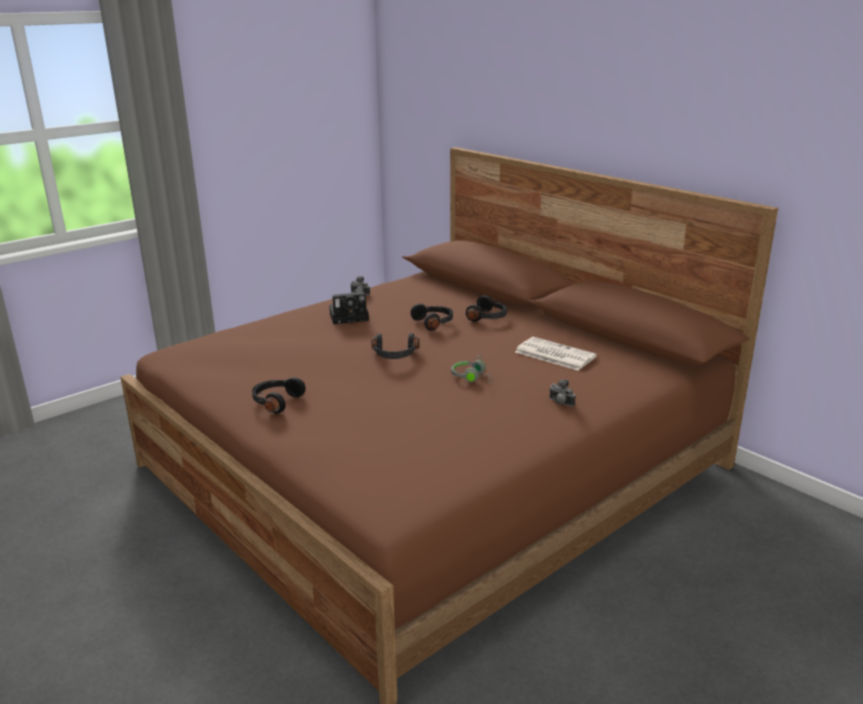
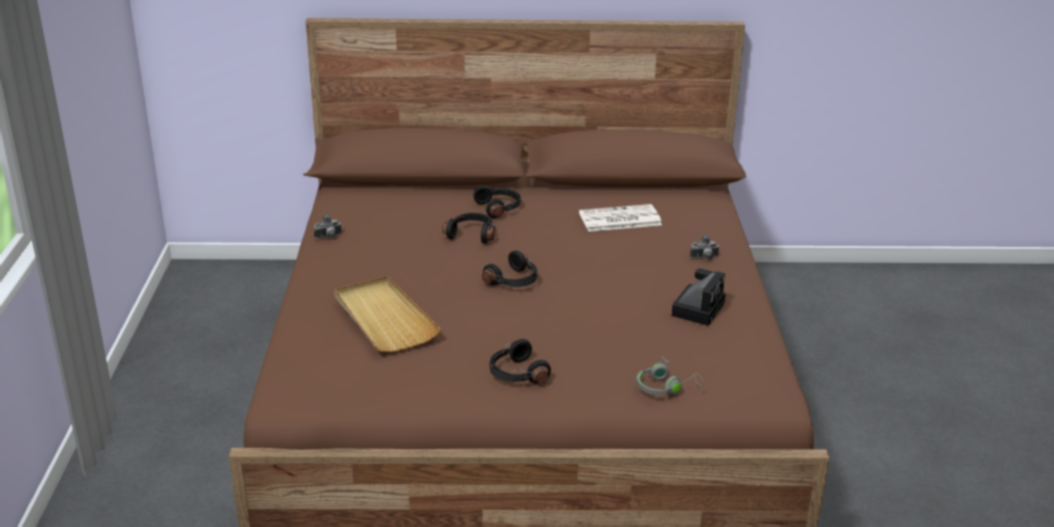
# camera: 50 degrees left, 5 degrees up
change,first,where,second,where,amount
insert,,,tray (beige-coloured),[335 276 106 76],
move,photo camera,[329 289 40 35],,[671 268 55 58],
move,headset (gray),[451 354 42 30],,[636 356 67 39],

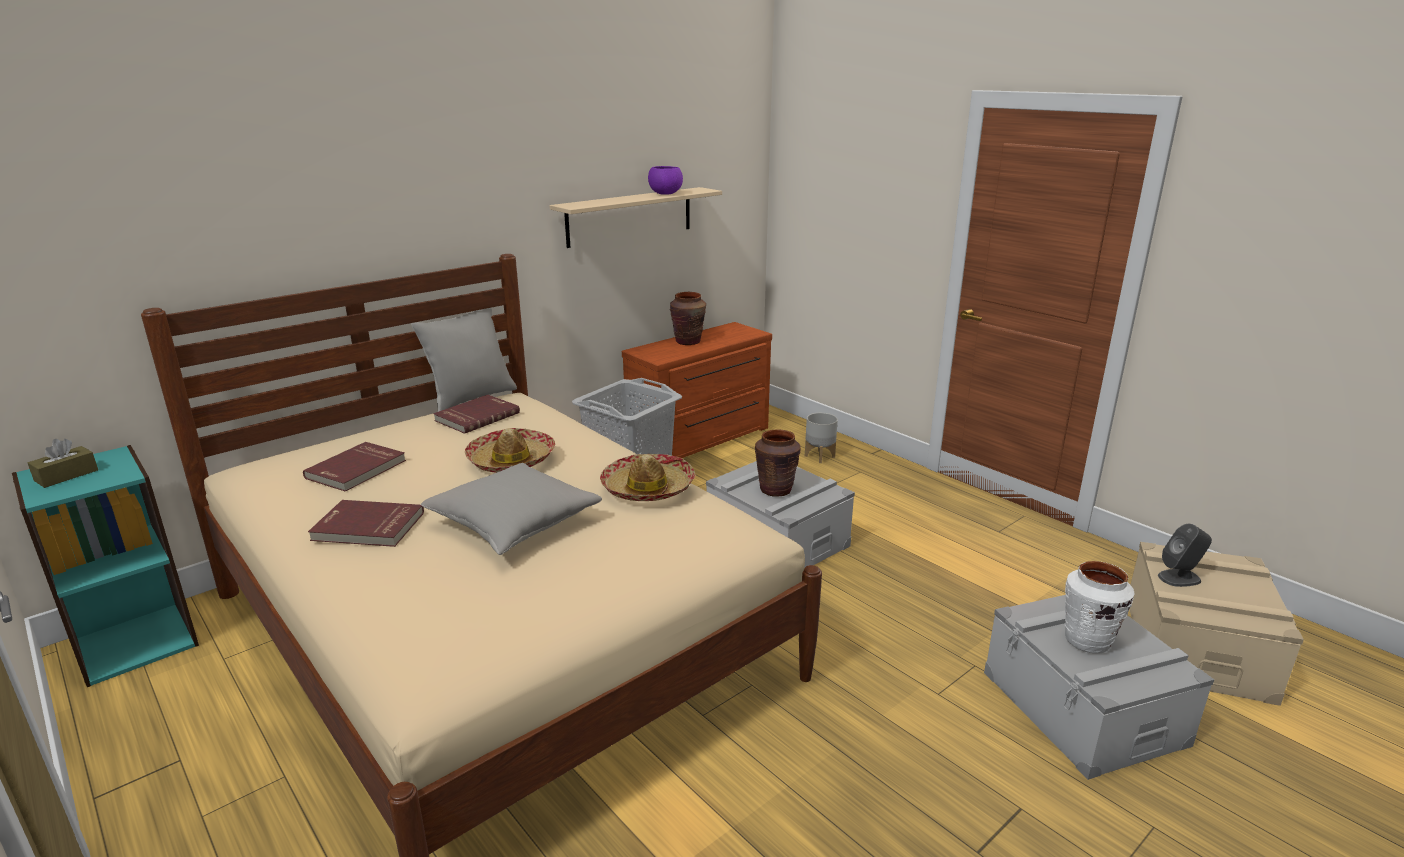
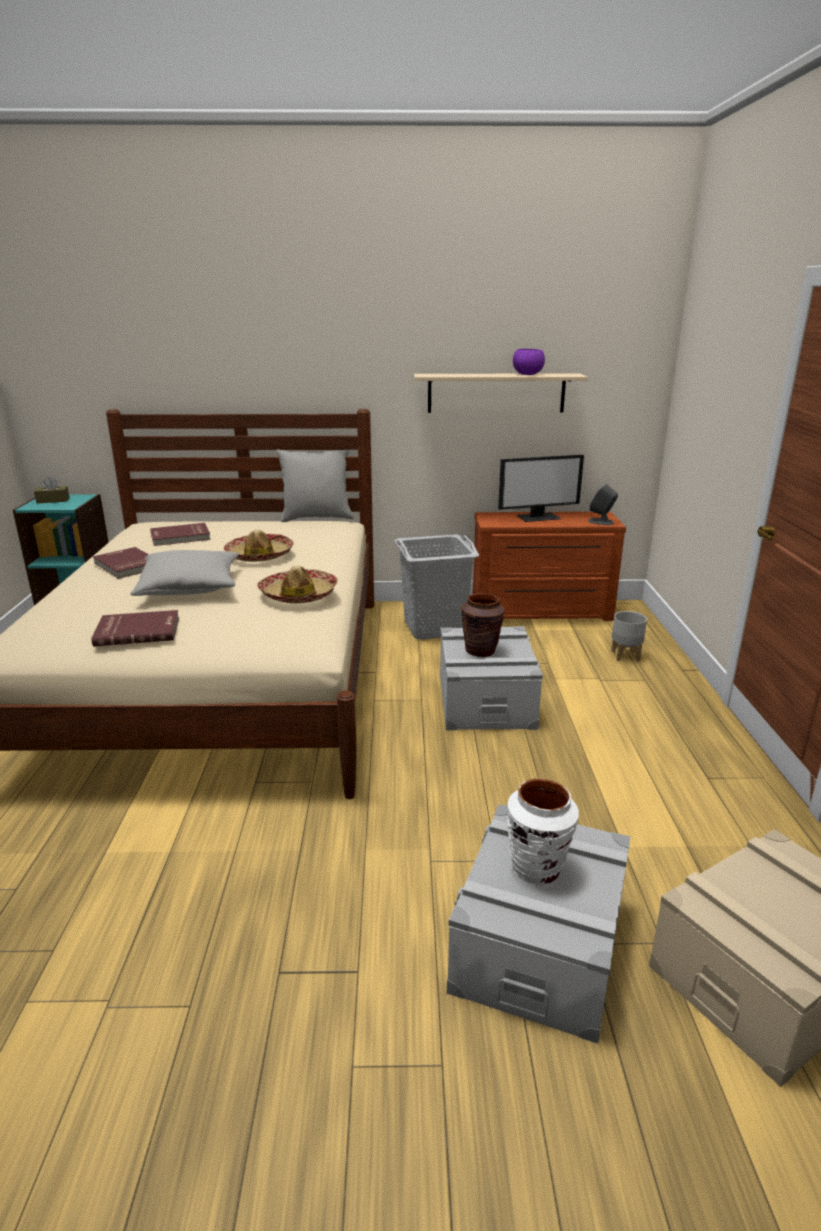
# camera: 40 degrees right, 0 degrees up
change,first,where,second,where,amount
move,volume (red),[433 395 87 39],,[91 610 88 37],
move,audio speaker (gray),[1158 524 54 63],,[588 484 30 41],
replace,decorative vase (brown-coloured),[670 292 36 53],computer screen,[498 455 86 67],

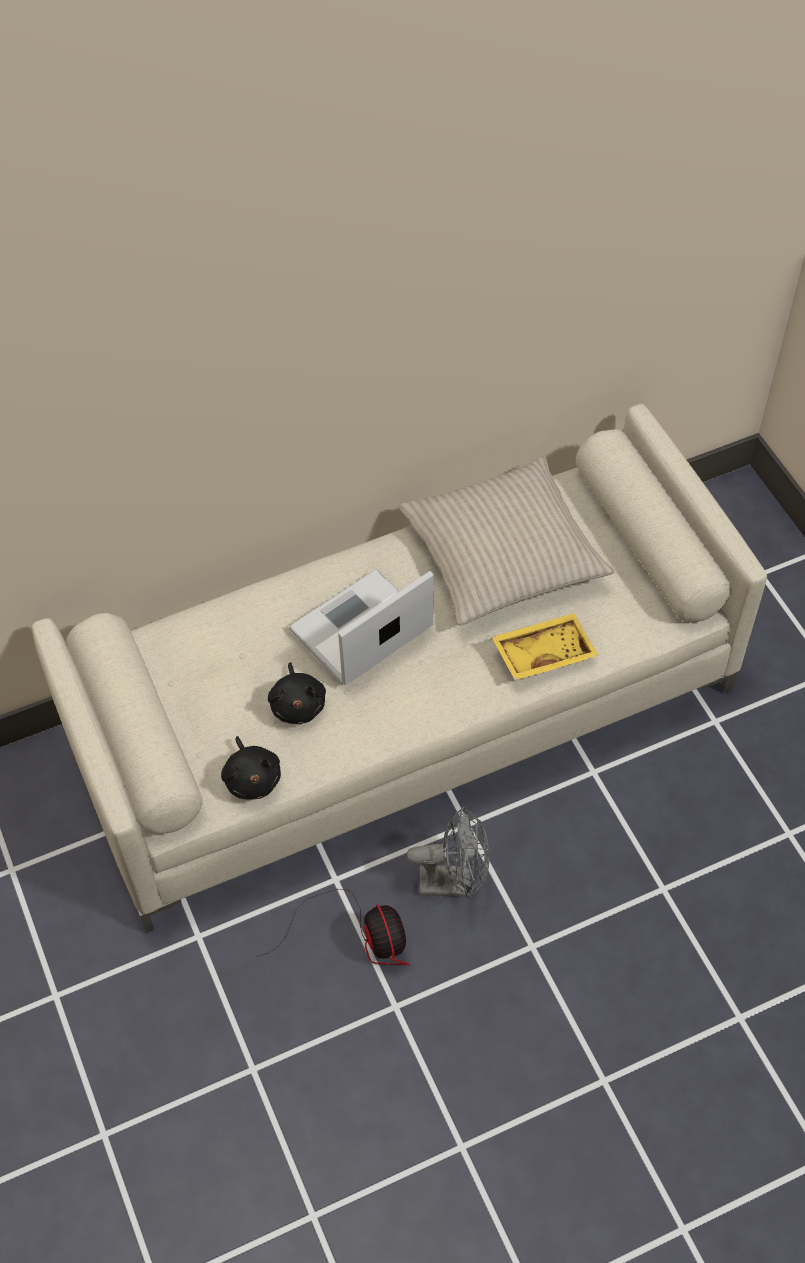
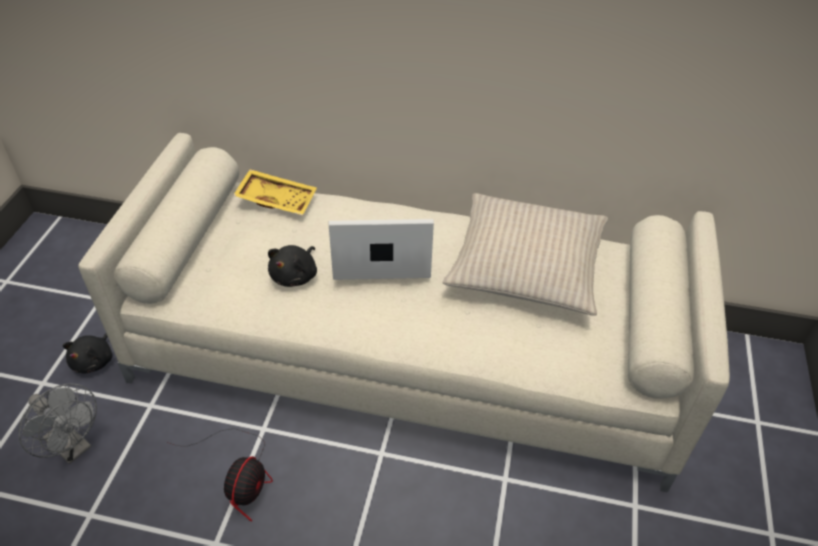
# camera: 35 degrees right, 10 degrees down
change,first,where,second,where,amount
move,plush toy (black),[221 736 60 64],,[63 333 49 41],
move,electric fan (gray),[407 807 83 92],,[19 383 78 81],
move,tray (yellowish),[492 613 106 67],,[233 169 84 47],

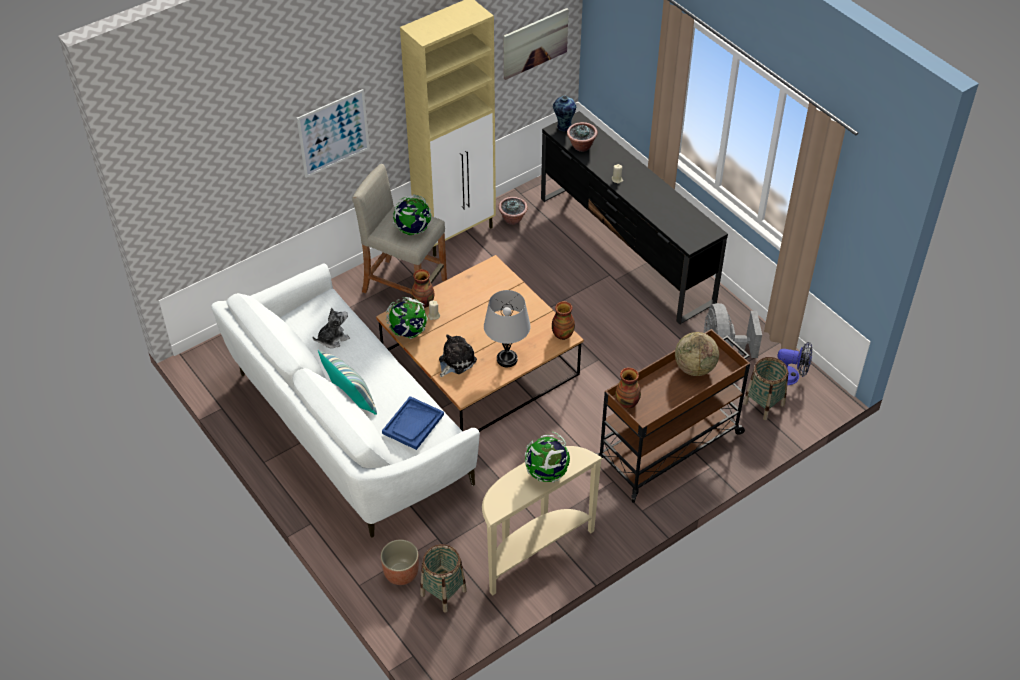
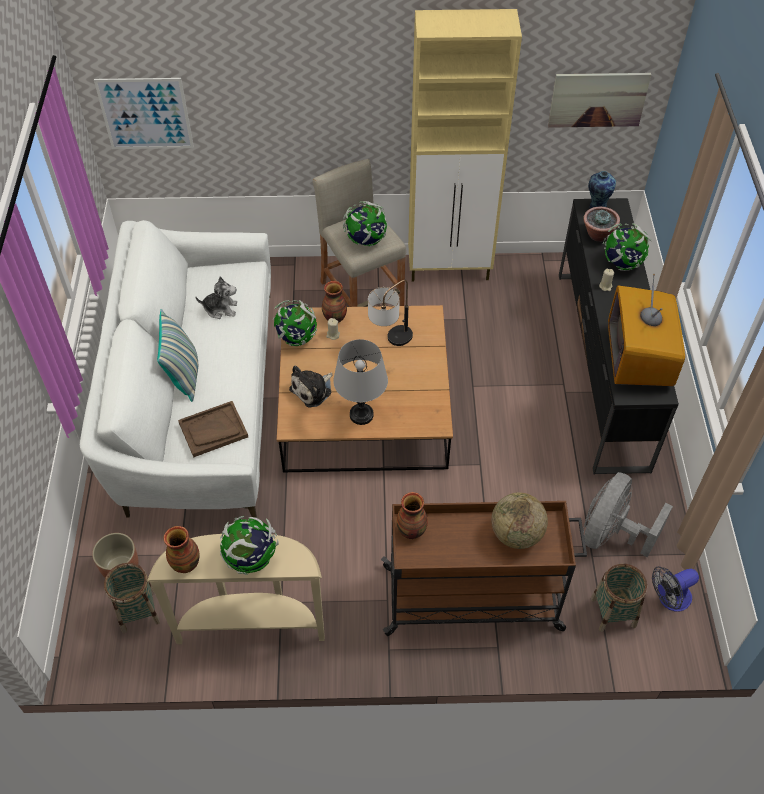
# camera: 35 degrees right, 5 degrees up
change,first,where,second,where,amount
delete,plant in a pot,[498 197 30 28],,,
insert,,,tabletop lamp,[368 280 45 66],
insert,,,world globe,[603 223 48 48],
insert,,,TV,[608 274 77 112],
move,wall art,[297 89 72 89],,[94 78 100 71],
move,decorative vase,[552 301 23 39],,[164 526 36 47],
recolor,tray (bluish),[382 396 62 54],tray (brown-coloured),[178 401 70 56],
rotate,plush toy,[439 334 38 43],,[289 366 44 41],150 degrees clockwise
rotate,electric fan,[777 342 35 43],,[652 566 47 46],105 degrees clockwise

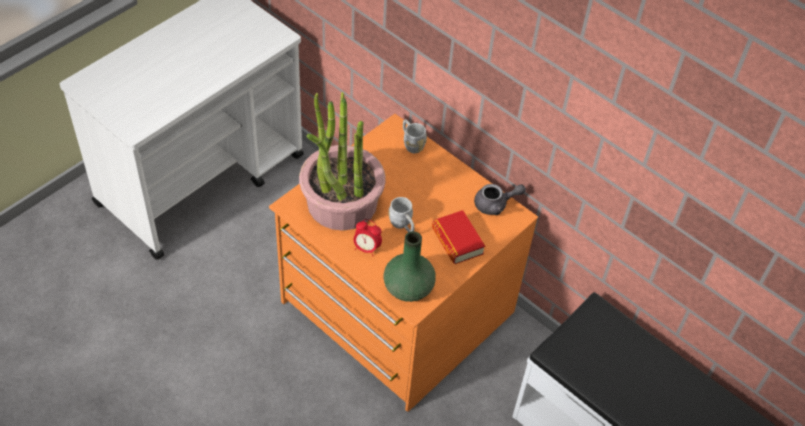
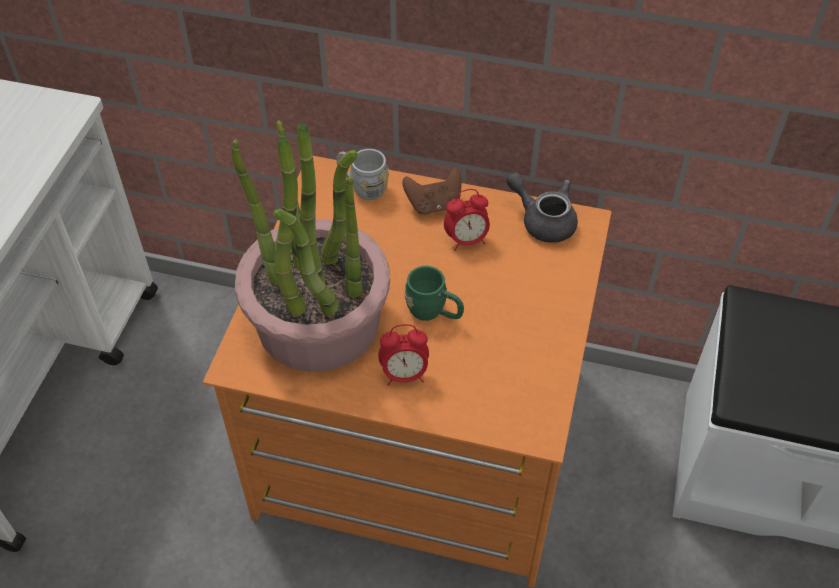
# camera: 25 degrees left, 0 degrees up
change,first,where,second,where,amount
delete,decorative vase (green-coloured),[384 231 52 71],,,
delete,volume,[432 210 53 54],,,
insert,,,game controller (brown-coloured),[402 167 60 48],
insert,,,bedside clock,[444 189 46 62],
recolor,mug (gray),[388 197 26 35],mug (green-coloured),[404 266 60 55],
rotate,pot for tea (gray),[474 184 52 31],,[506 172 72 71],105 degrees counterclockwise

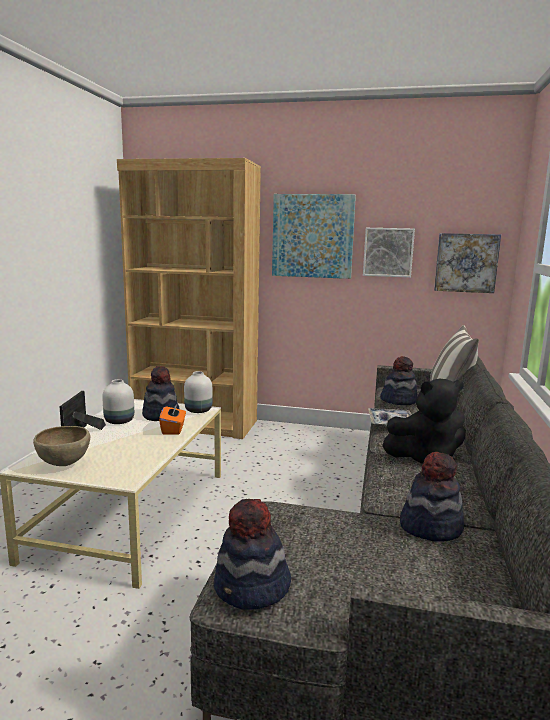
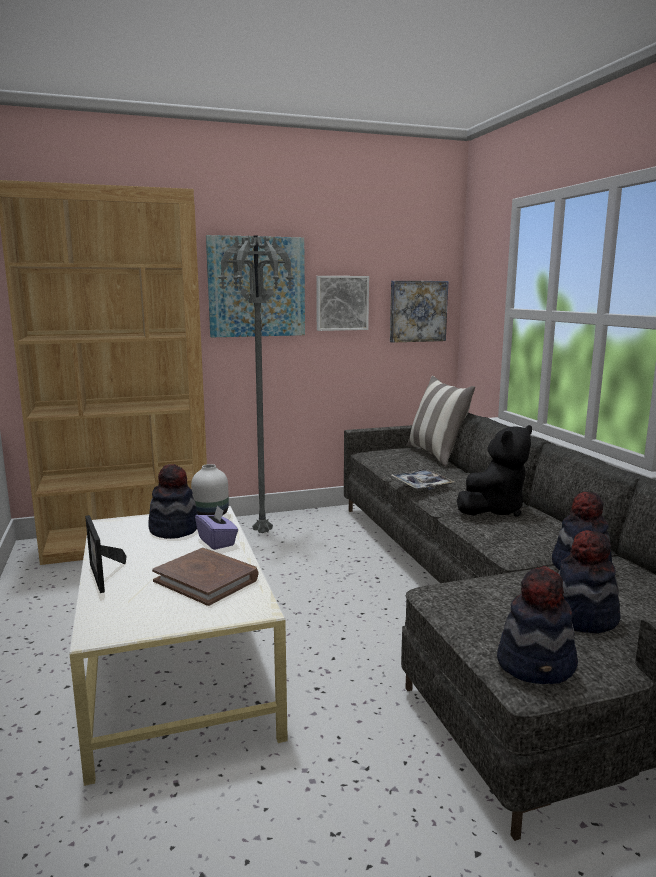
# camera: 30 degrees left, 0 degrees up
change,first,where,second,where,amount
delete,serving bowl (brown-coloured),[33 426 57 40],,,
delete,decorative vase (white),[102 379 32 45],,,
insert,,,volume (brown-coloured),[152 548 107 58],
insert,,,standard lamp (gray),[218 235 76 298],
move,hat,[380 356 37 49],,[558 530 63 103],
recolor,tissue box (orange),[159 403 27 31],tissue box (purple-coloured),[195 505 43 45],

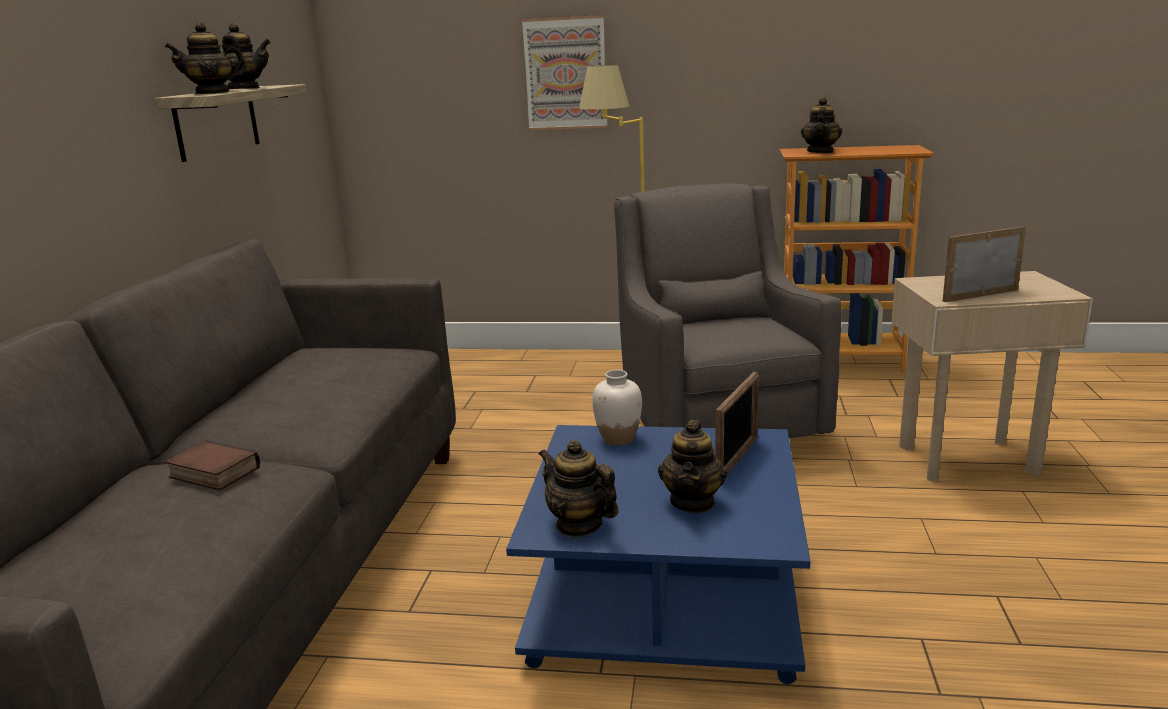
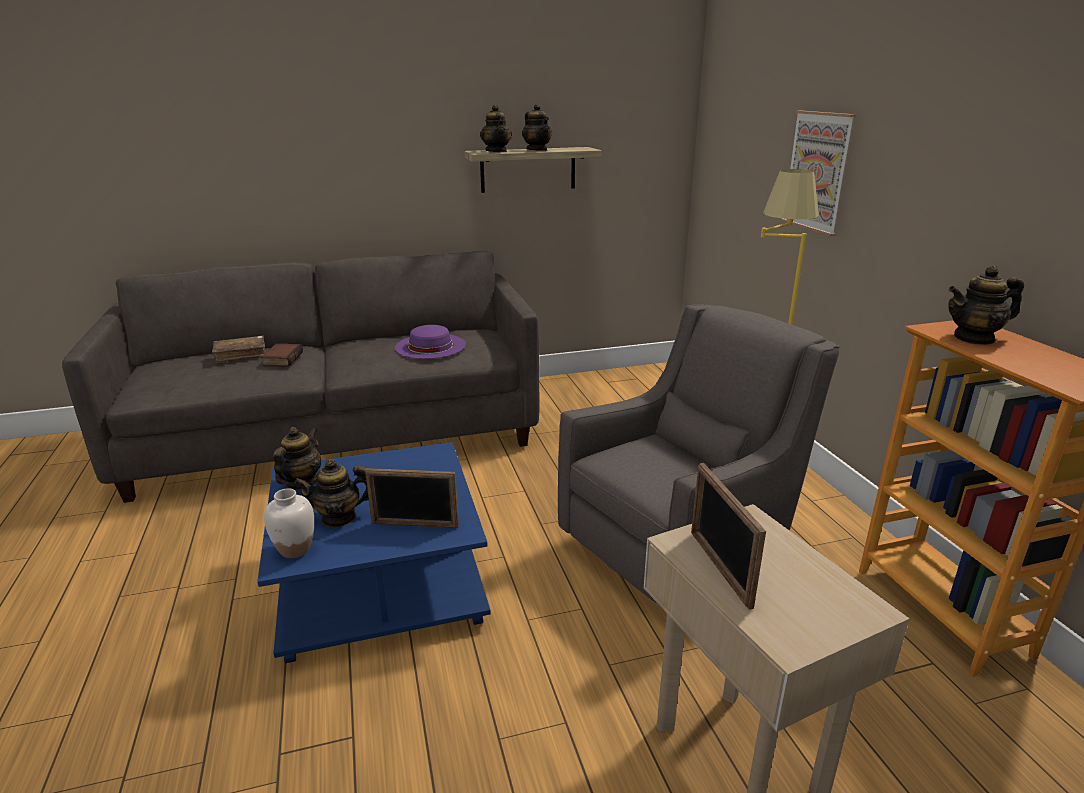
# camera: 65 degrees right, 5 degrees up
change,first,where,second,where,amount
insert,,,volume (brown-coloured),[212 336 54 27],
insert,,,hat (purple-coloured),[395 325 71 34],
move,decorative vase (white),[592 370 50 75],,[264 488 50 70],
rotate,pot for tea,[164 22 83 72],,[480 104 32 48],150 degrees counterclockwise
rotate,standing frame,[943 227 83 75],,[691 463 75 146],150 degrees counterclockwise

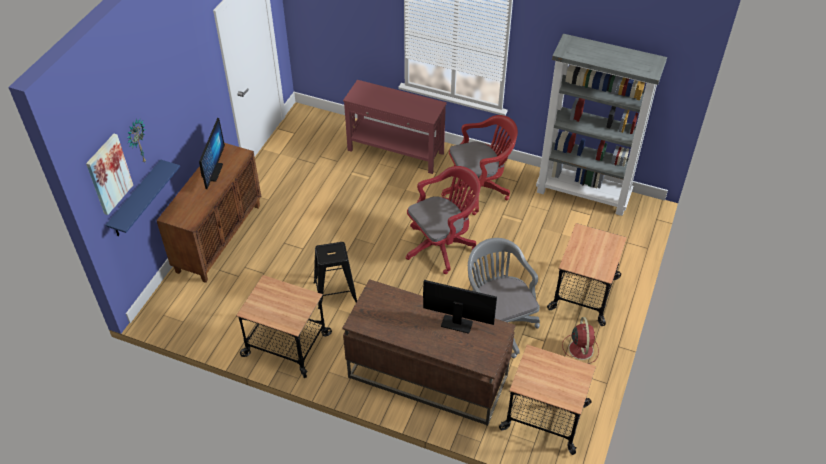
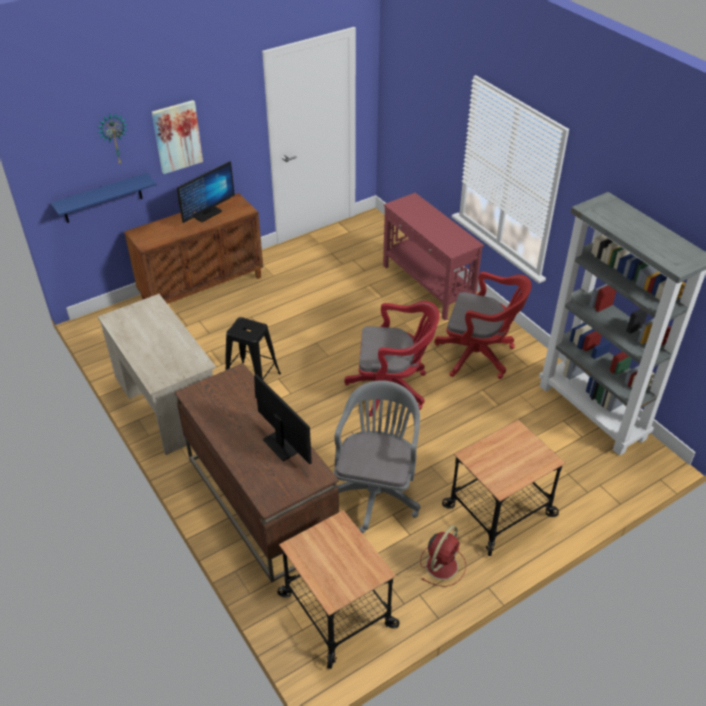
# camera: 35 degrees right, 5 degrees down
change,first,where,second,where,amount
move,wall art,[86 134 47 81],,[152 100 51 74],
replace,trolley,[236 275 96 103],desk table (beige-coloured),[98 294 118 161],

